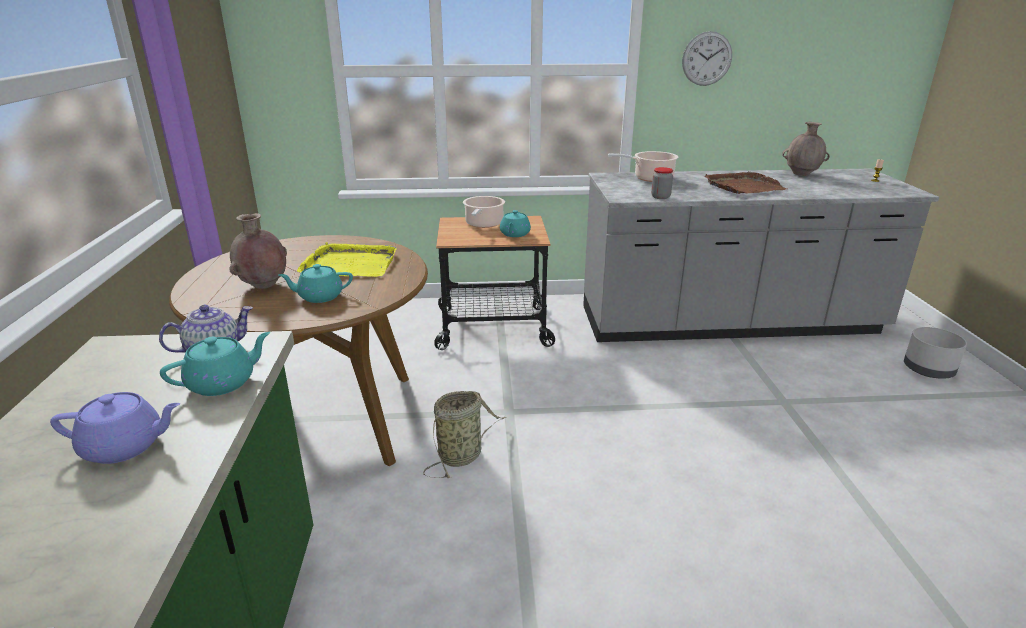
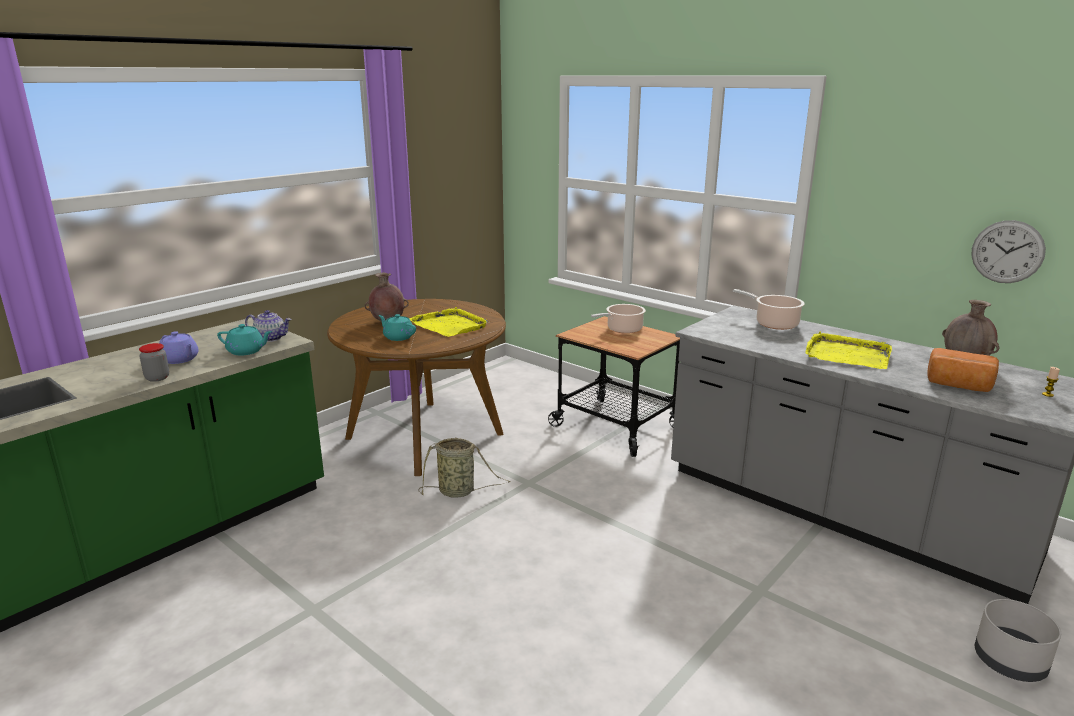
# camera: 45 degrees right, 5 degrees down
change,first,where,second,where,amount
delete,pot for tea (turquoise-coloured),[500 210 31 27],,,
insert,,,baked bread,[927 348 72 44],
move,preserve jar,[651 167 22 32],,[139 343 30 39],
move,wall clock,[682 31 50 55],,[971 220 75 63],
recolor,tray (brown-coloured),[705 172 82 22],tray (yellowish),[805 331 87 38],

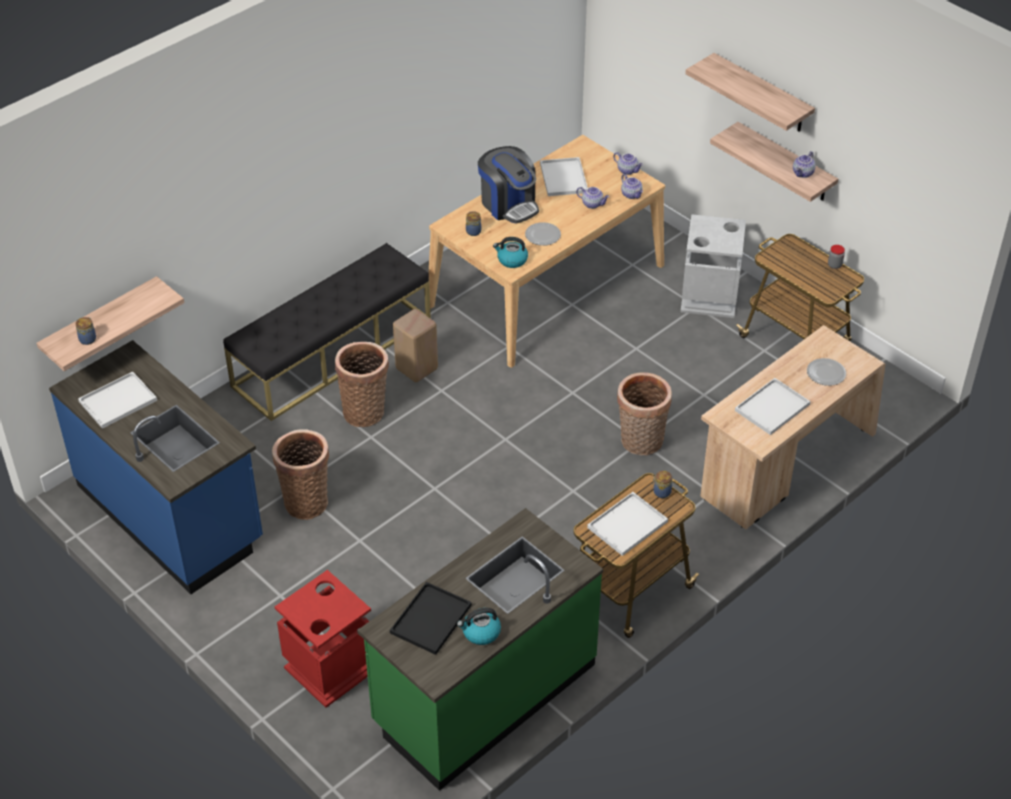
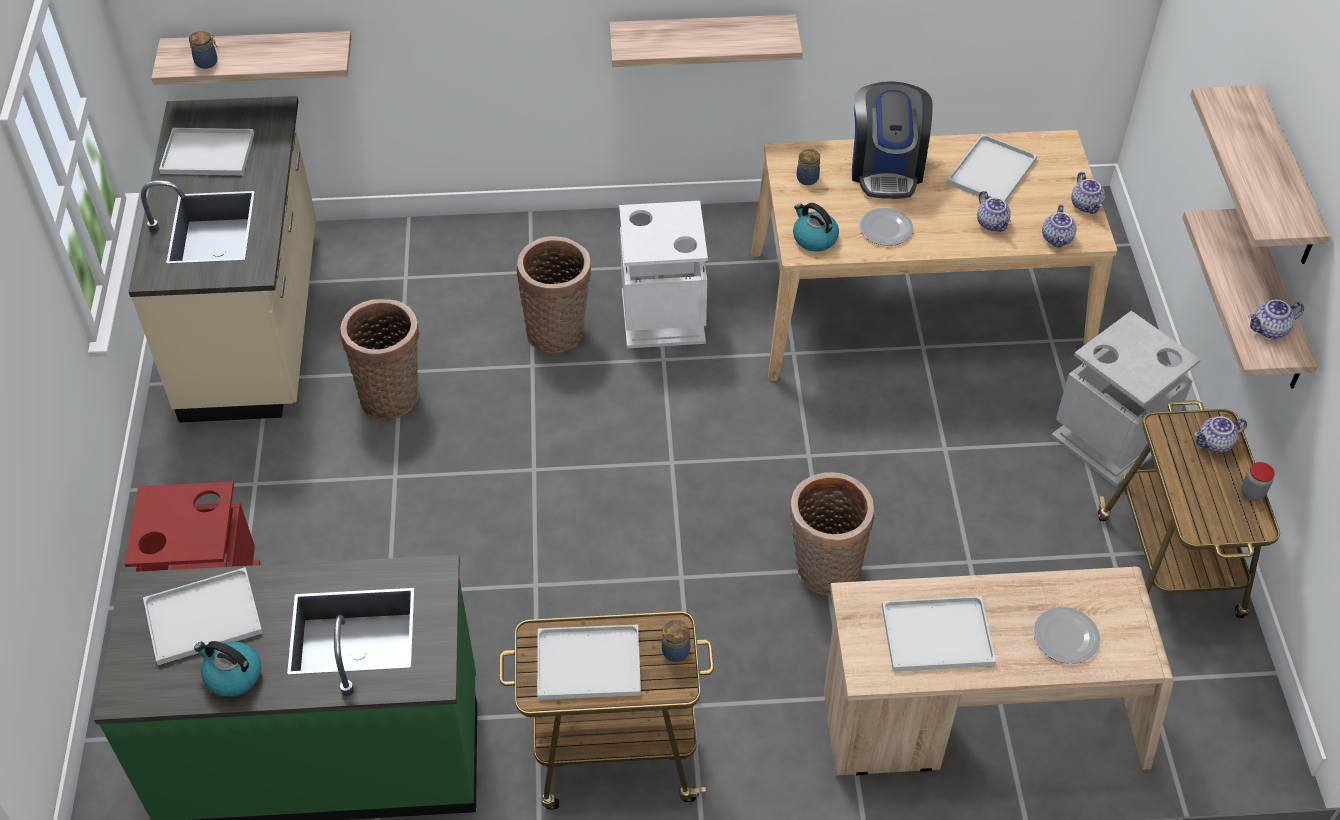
# camera: 40 degrees right, 5 degrees up
change,first,where,second,where,amount
delete,bench (black),[223 243 208 178],,,
insert,,,bracket shelf,[609 15 194 52],
insert,,,pot for tea,[1194 416 53 37],
replace,stool seat (beige-coloured),[393 309 45 73],rubbish bin (white),[619 201 89 147],
recolor,kitchen counter (bluish),[49 340 214 254],kitchen counter (beige-coloured),[129 96 187 327],
recolor,tray (black),[390 582 82 73],tray (white),[143 567 120 98],

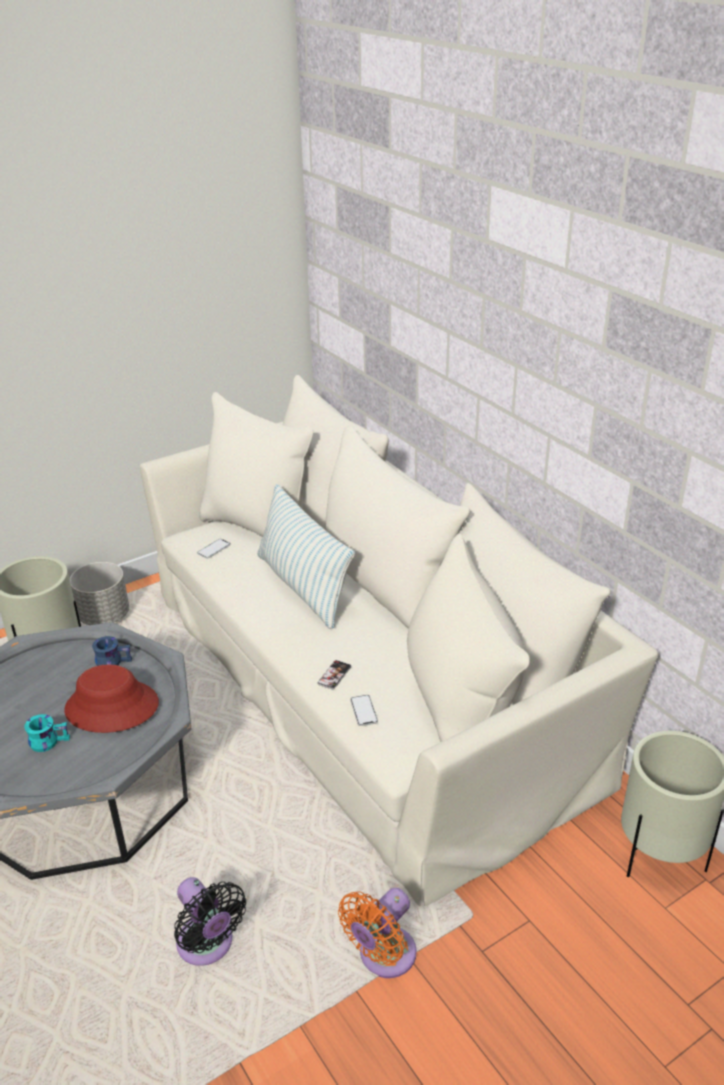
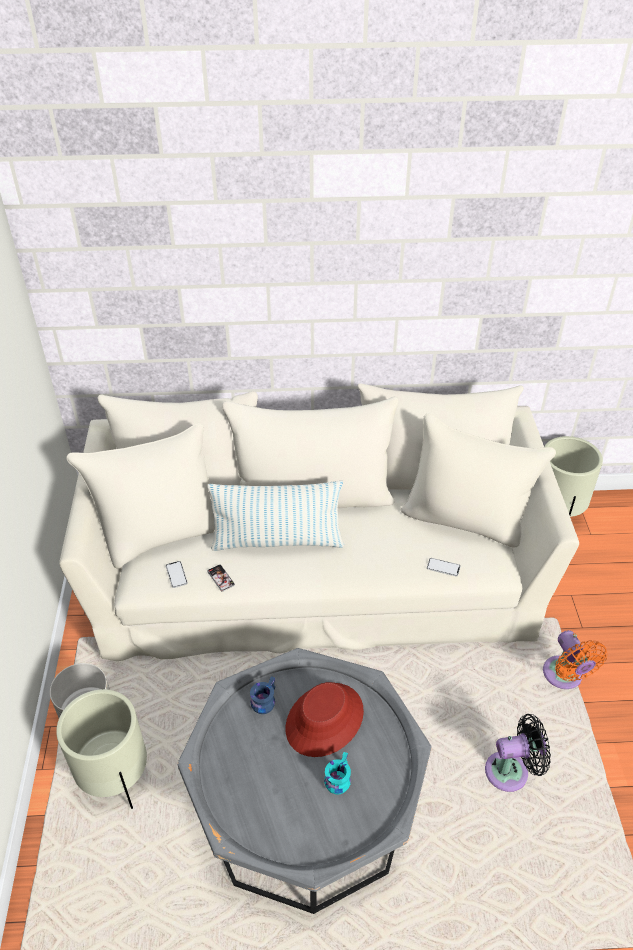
# camera: 60 degrees left, 10 degrees up
change,first,where,second,where,amount
move,telephone,[318 660 33 29],,[207 565 28 27],

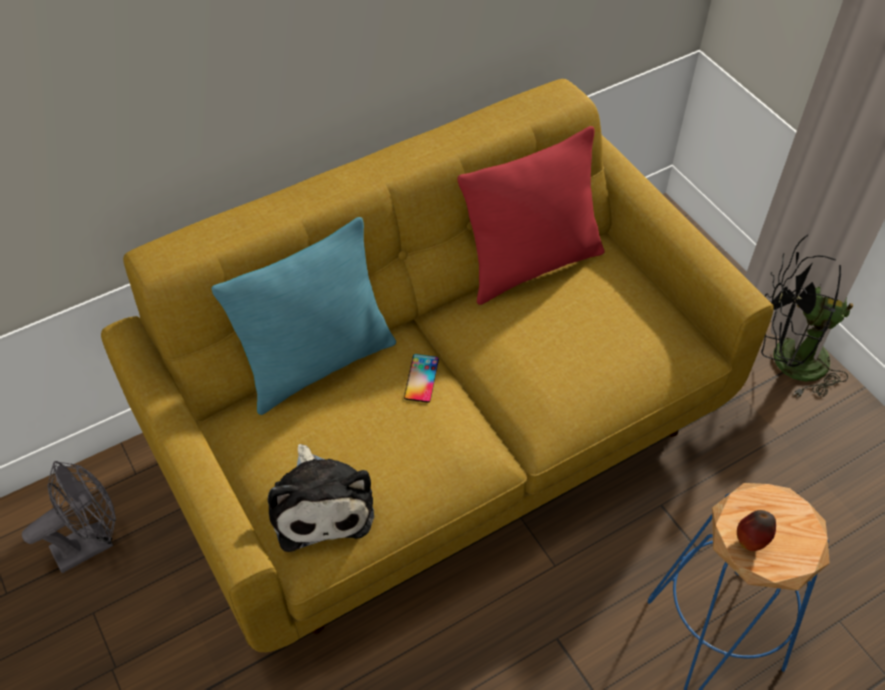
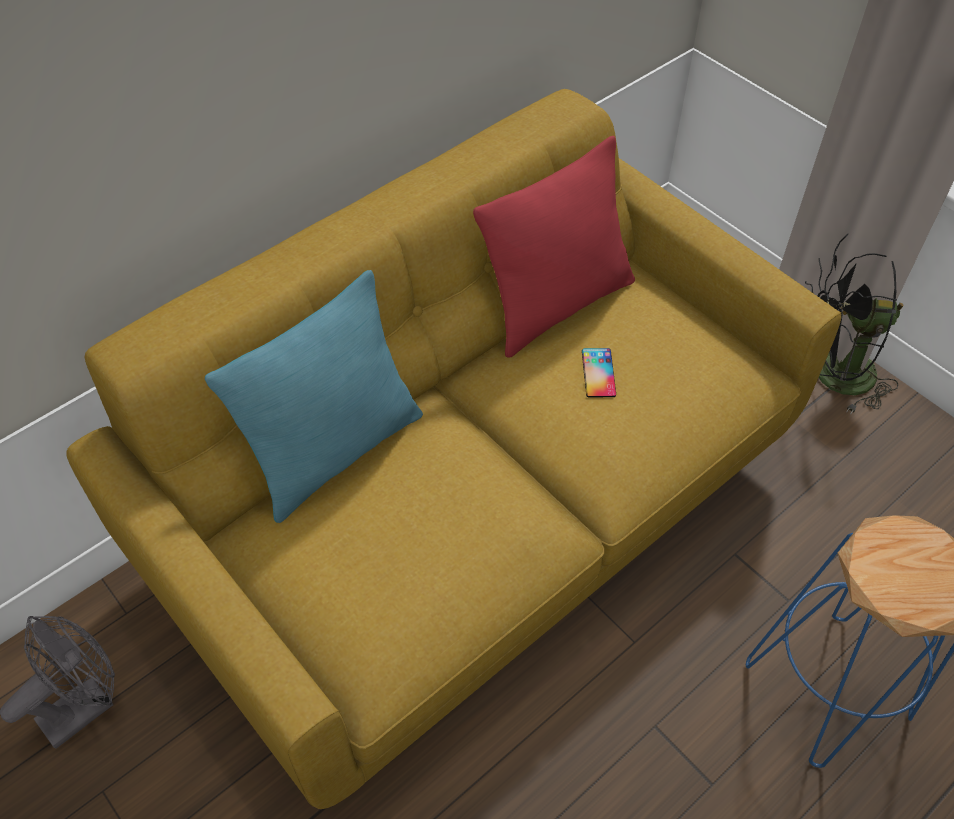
# camera: 10 degrees left, 0 degrees up
change,first,where,second,where,amount
delete,plush toy,[268 444 106 108],,,
delete,apple,[737 510 39 41],,,
move,telephone,[404 354 35 49],,[582 348 34 50],

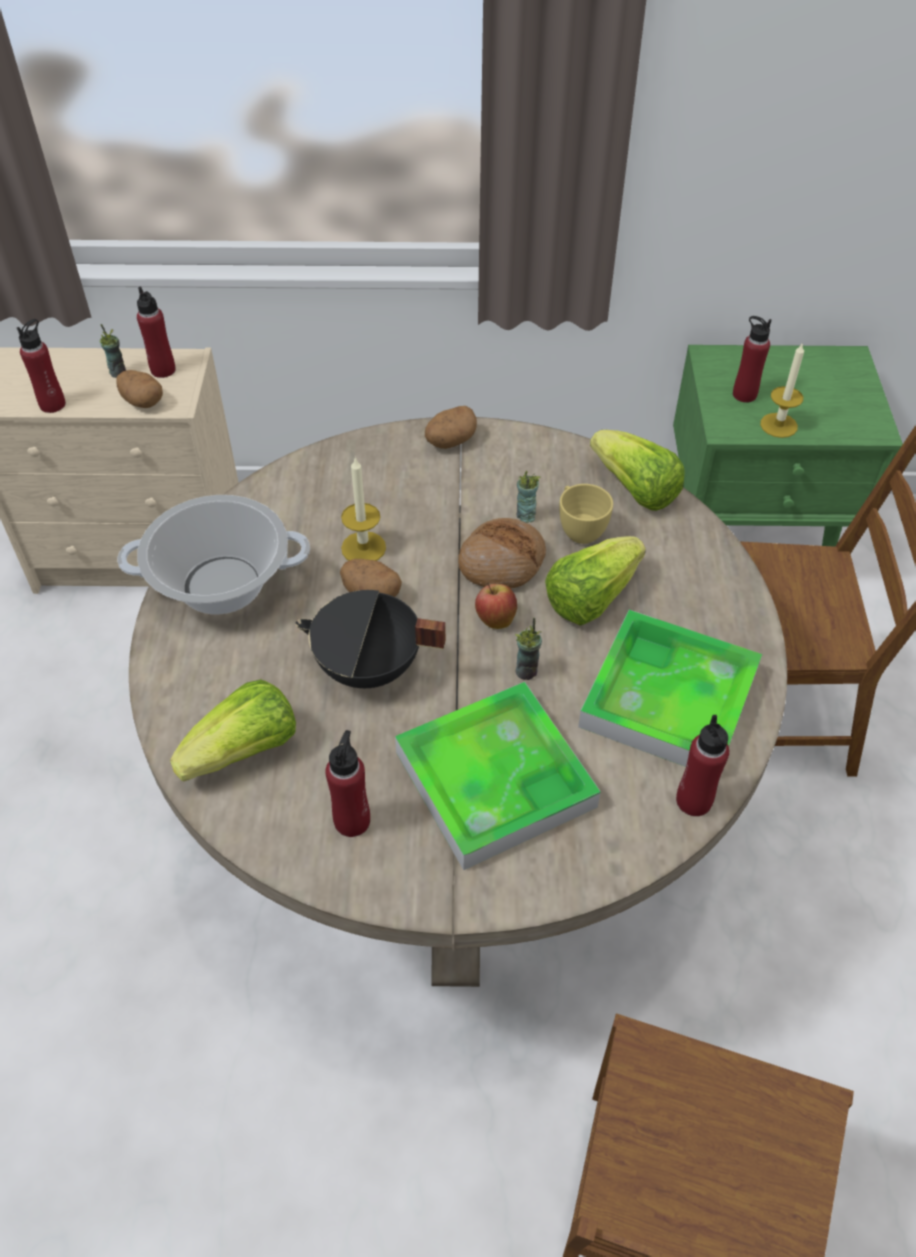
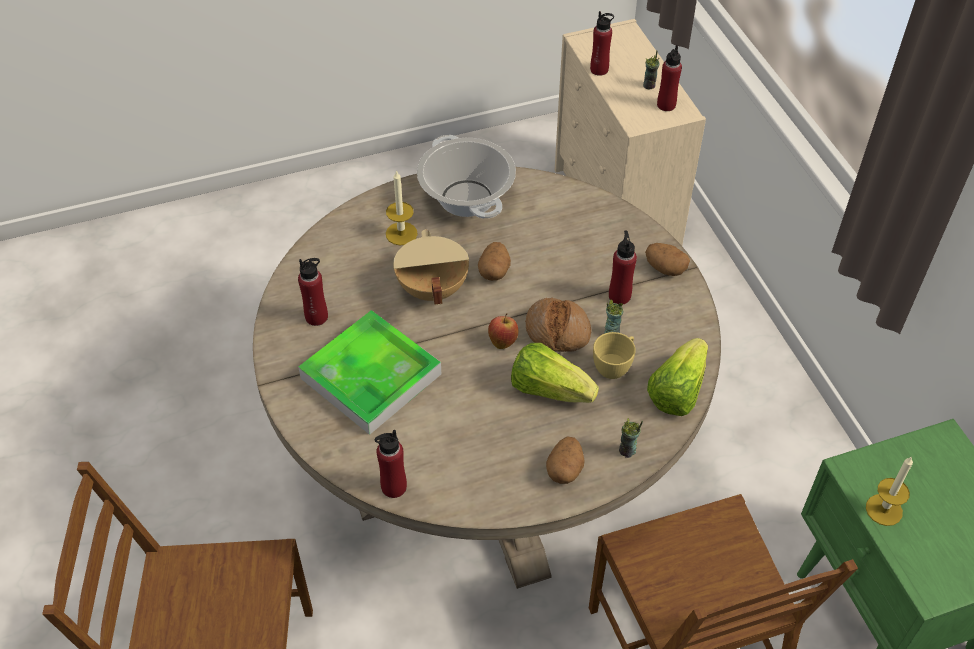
# camera: 70 degrees right, 0 degrees up
change,first,where,second,where,amount
delete,lettuce,[170 679 126 102],,,
delete,tray,[578 610 184 157],,,
move,spud,[116 370 47 38],,[546 436 39 48],
move,candle,[341 457 45 104],,[386 170 32 75],
move,cup,[515 618 27 62],,[619 418 24 40],
move,beverage bottle (red),[733 316 39 87],,[609 231 28 73],
recolor,saucepot (black),[296 590 150 98],saucepot (beige-coloured),[393 229 76 76],

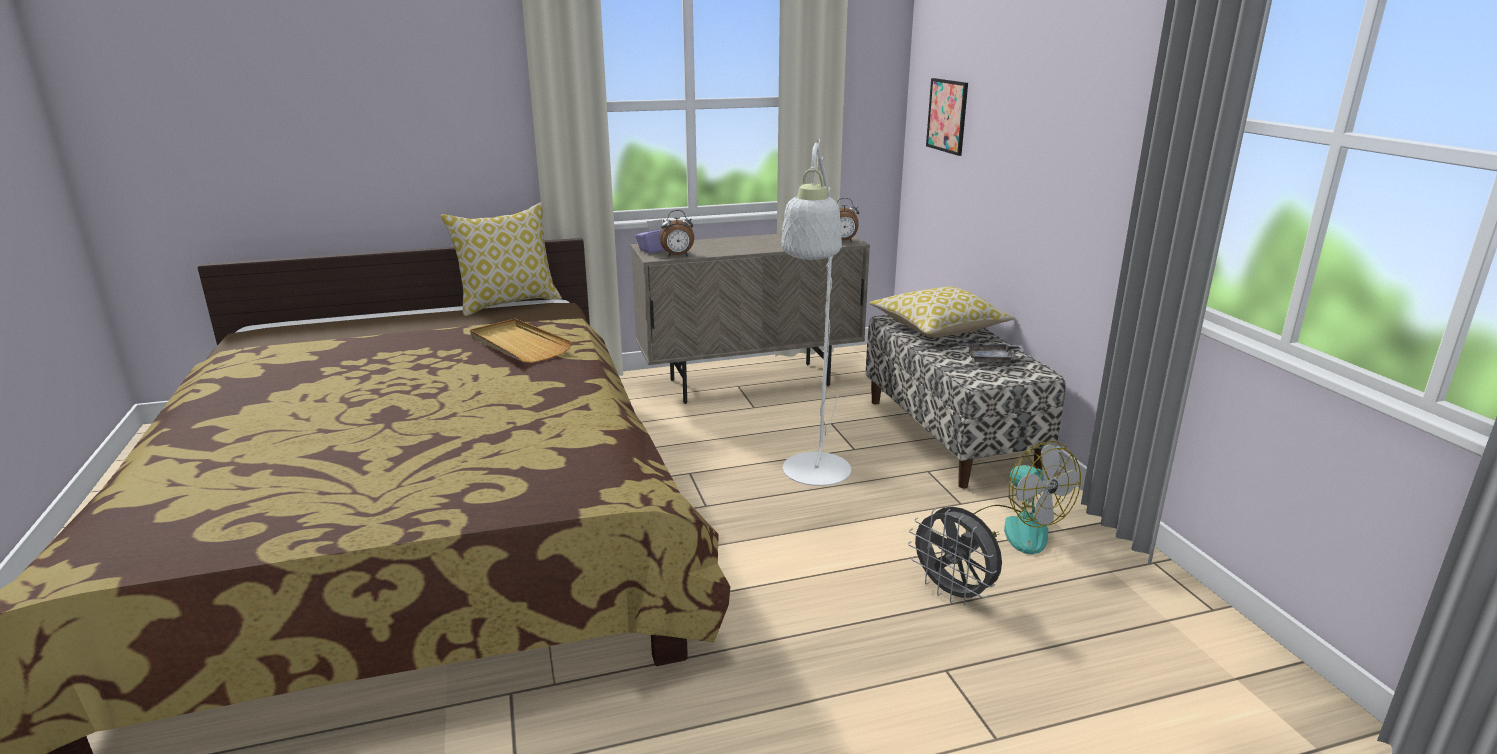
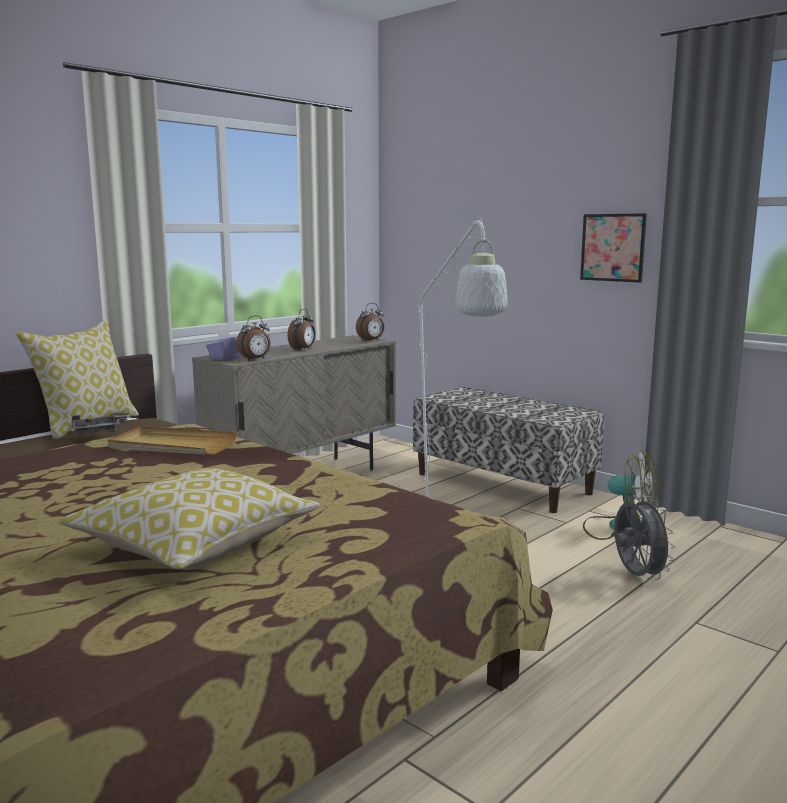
# camera: 30 degrees left, 10 degrees down
change,first,where,second,where,amount
insert,,,bedside clock,[287 309 28 42],
move,cushion,[870 287 145 51],,[58 468 262 102],
move,wall art,[926 78 42 78],,[580 213 67 70],
move,tray (gray),[968 339 56 24],,[72 415 59 20],
rotate,electric fan (gray),[908 507 94 99],,[615 496 60 84],120 degrees counterclockwise

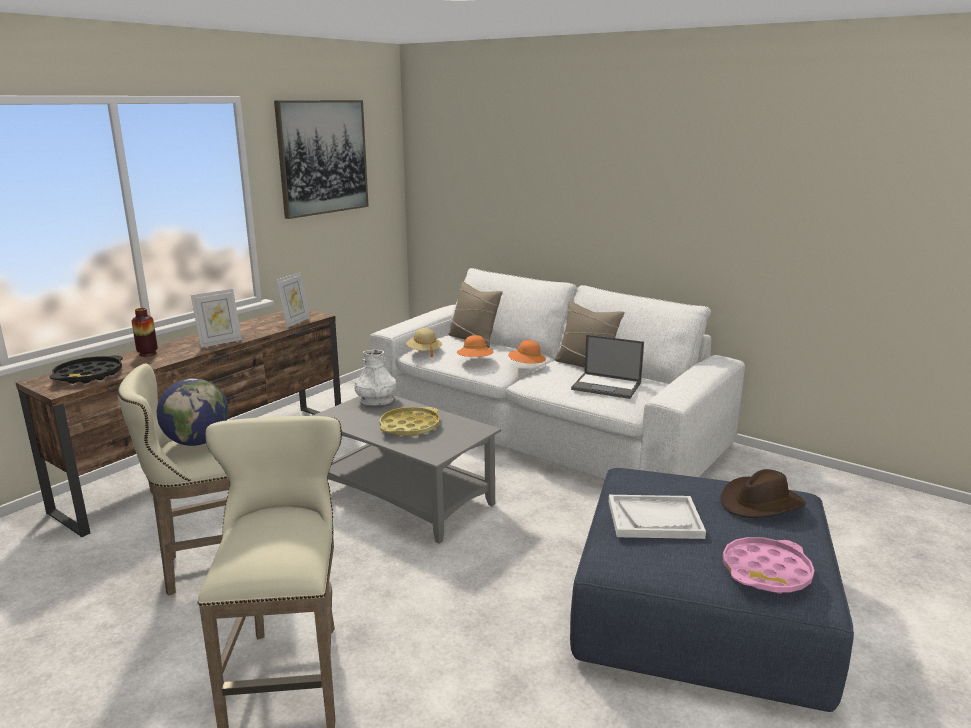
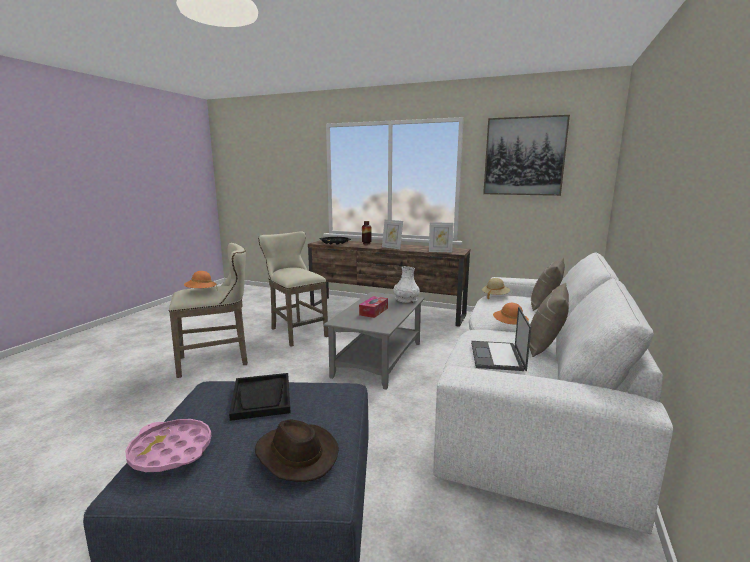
# camera: 75 degrees right, 5 degrees down
change,first,where,second,where,amount
delete,world globe,[157 378 72 68],,,
move,hat (orange),[457 335 37 22],,[184 271 33 17],
replace,tray (yellowish),[379 407 61 29],tissue box,[359 296 29 22],
recolor,tray (white),[609 495 97 44],tray (black),[229 373 62 48],

